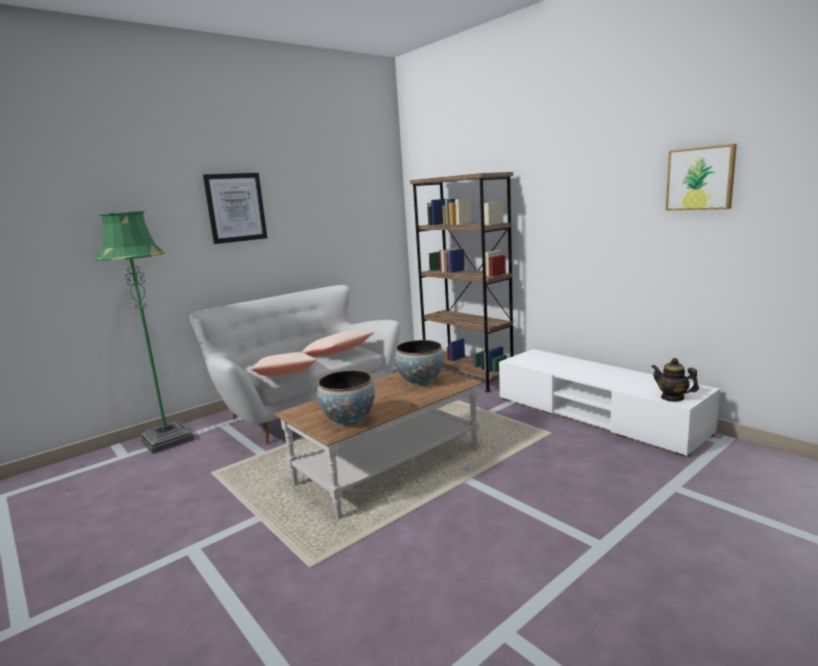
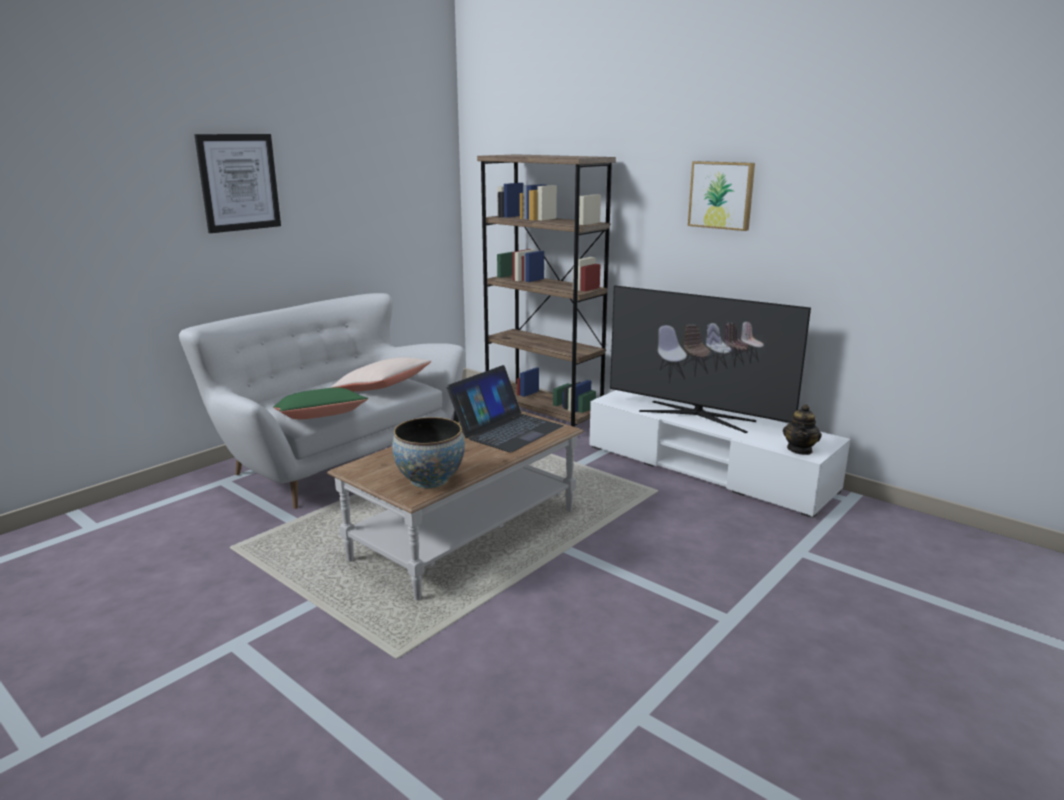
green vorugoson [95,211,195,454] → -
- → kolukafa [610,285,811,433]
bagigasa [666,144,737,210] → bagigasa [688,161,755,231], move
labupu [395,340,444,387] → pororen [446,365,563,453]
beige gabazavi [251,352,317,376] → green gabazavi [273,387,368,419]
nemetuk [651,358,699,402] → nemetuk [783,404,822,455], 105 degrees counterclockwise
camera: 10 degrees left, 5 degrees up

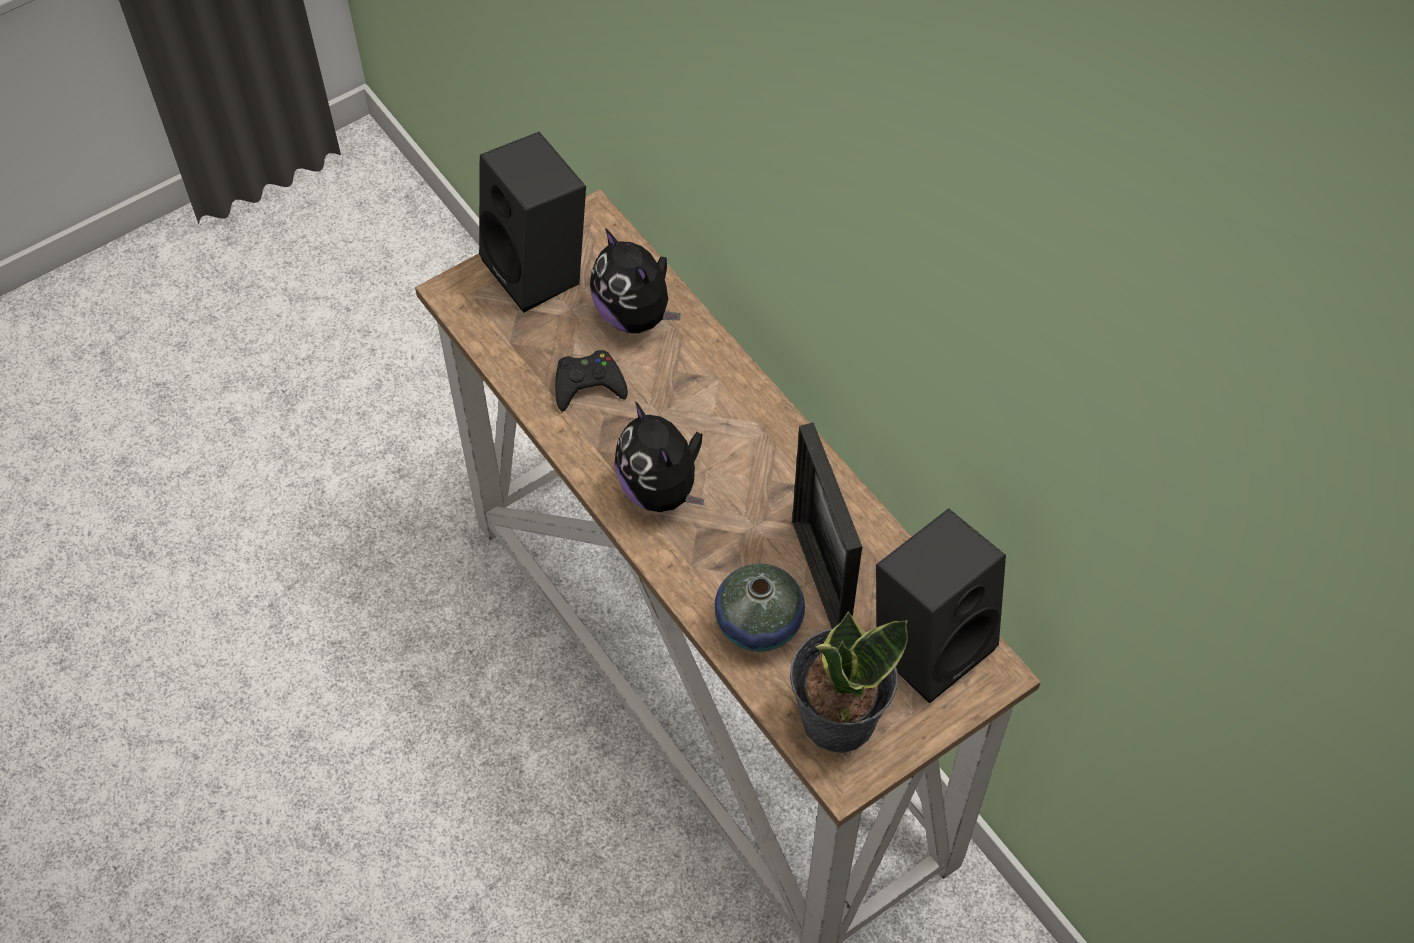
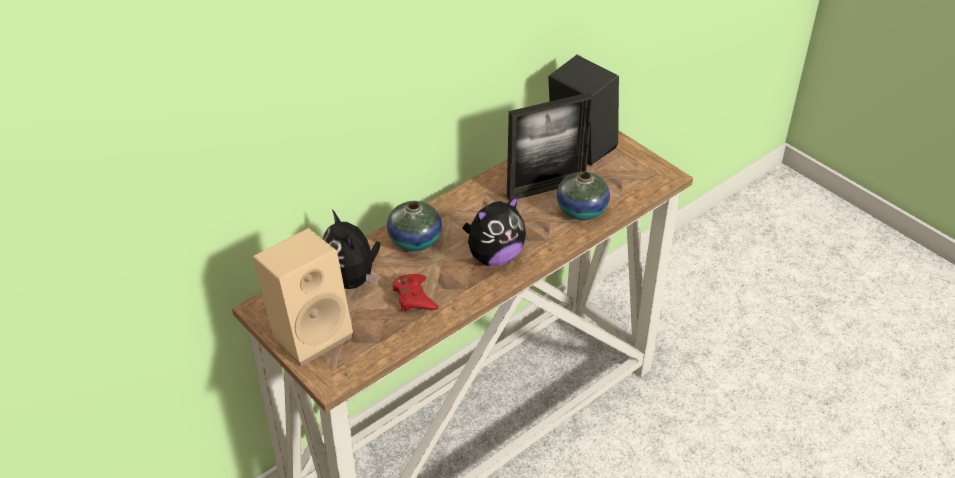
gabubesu [790,612,908,753] → -
- → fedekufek [387,201,442,251]
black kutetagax [479,132,586,313] → beige kutetagax [253,228,353,366]
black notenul [555,350,628,412] → red notenul [393,274,439,311]
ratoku [590,228,681,333] → ratoku [322,210,380,289], 105 degrees clockwise
camera: 95 degrees left, 15 degrees down

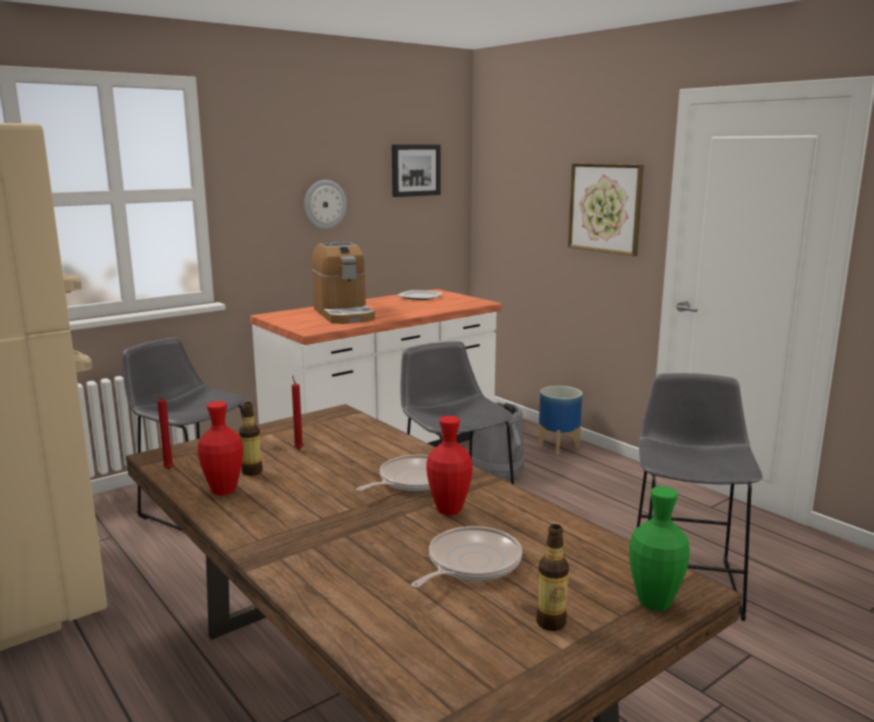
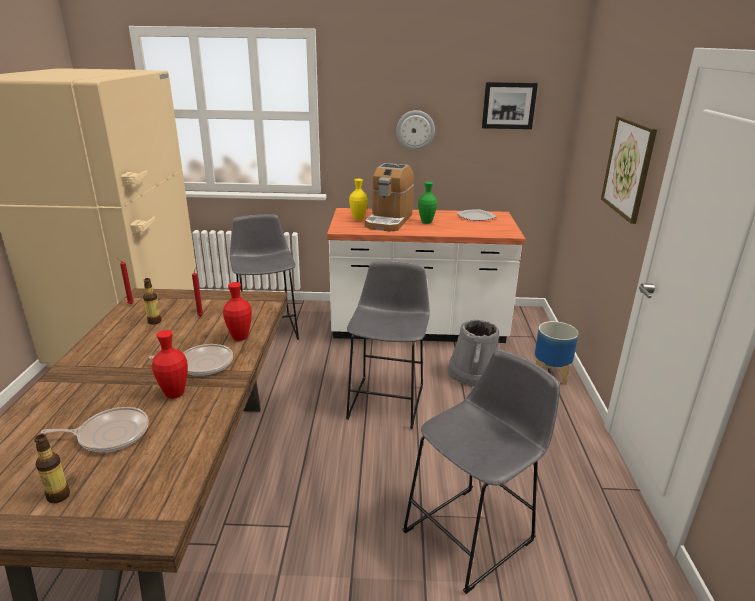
- → yellow fedekufek [349,179,368,220]
red fedekufek [198,401,243,495] → red fedekufek [223,282,252,341], move
green fedekufek [629,486,690,611] → green fedekufek [418,182,437,224], move
camera: 40 degrees right, 10 degrees up

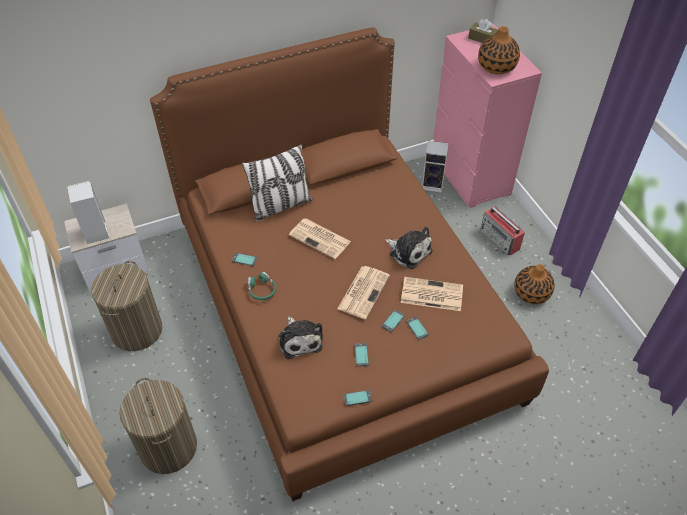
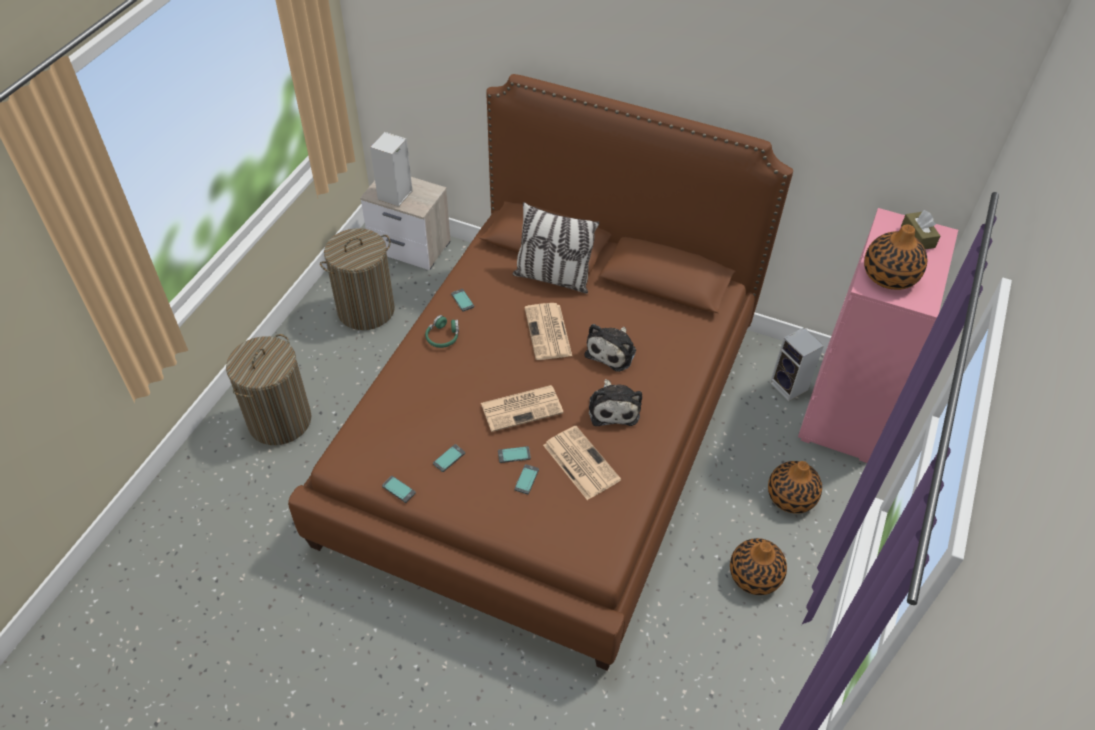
ratoku [279,316,323,359] → ratoku [584,324,636,372], move
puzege [480,207,525,256] → fedekufek [768,461,822,514]
camera: 45 degrees right, 0 degrees up

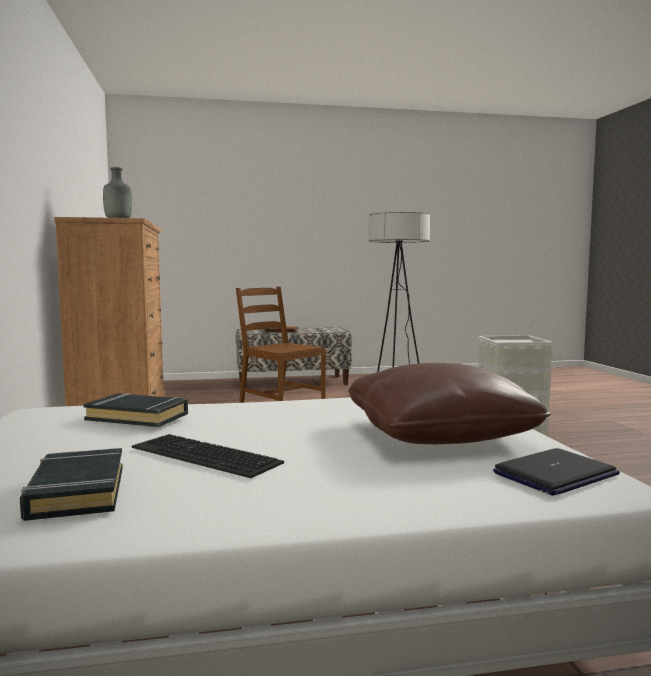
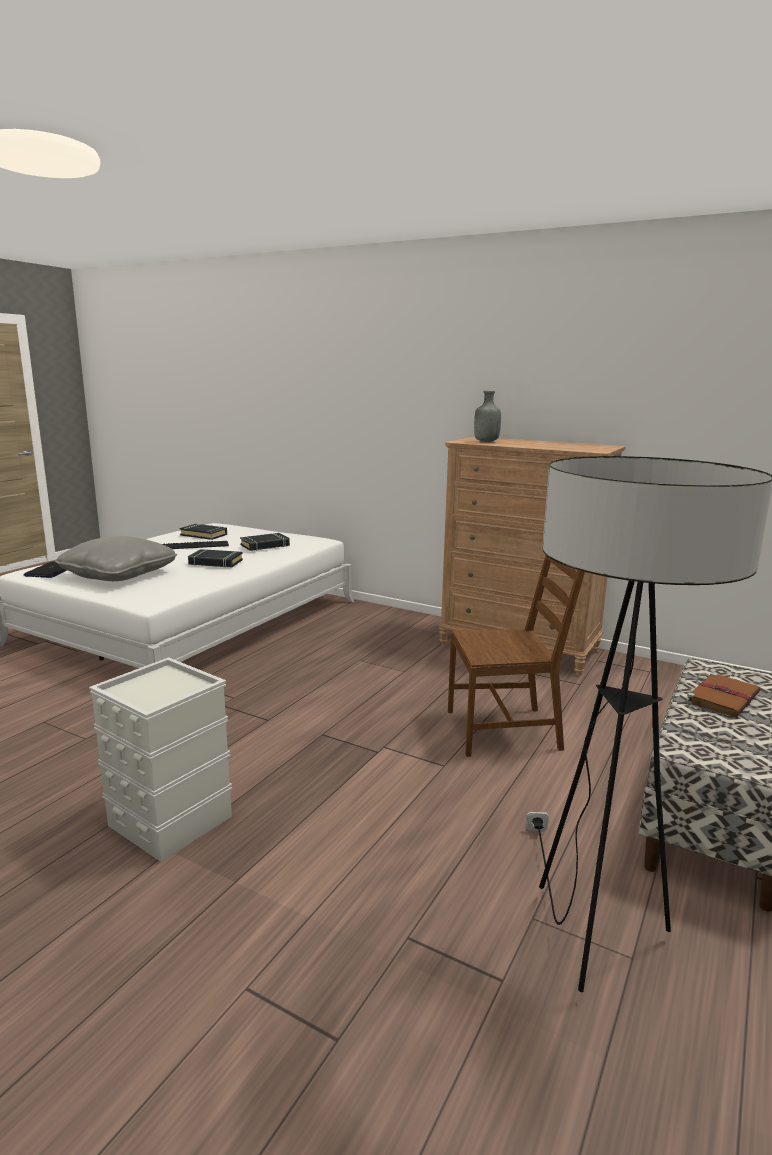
- → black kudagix [188,549,243,568]
brown gabazavi [348,363,551,444] → grey gabazavi [55,536,177,581]
camera: 130 degrees right, 10 degrees up

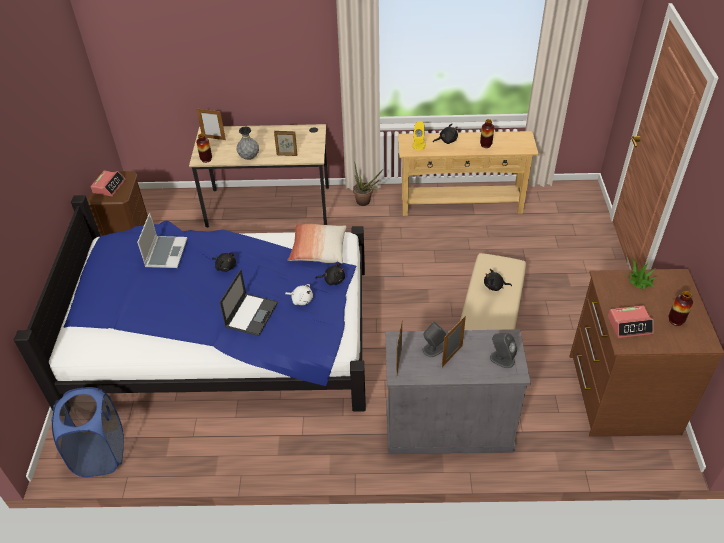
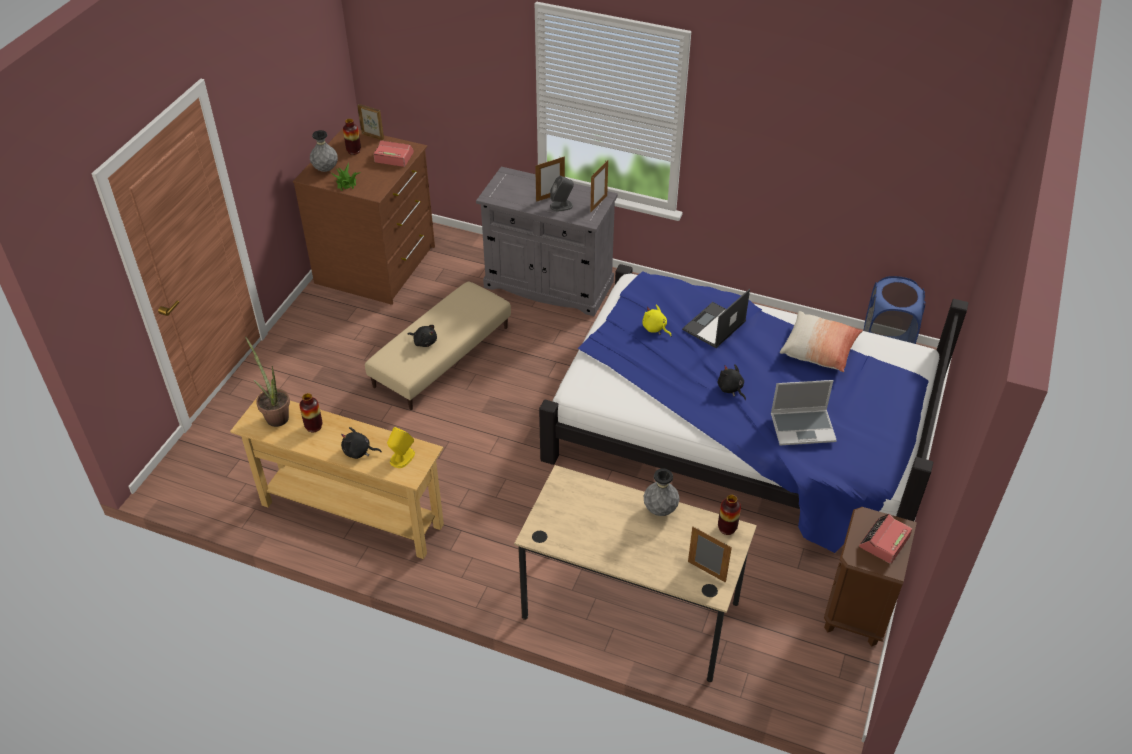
black ratoku [316,263,345,285] → -
grey kutetagax [490,333,517,368] → -
- → grey fedekufek [310,130,338,172]
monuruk [274,131,297,156] → monuruk [357,104,384,140], move
gabazavi [288,224,346,264] → gabazavi [780,311,863,372], move
gabubesu [353,161,383,206] → gabubesu [245,336,290,427], move
white ratoku [285,284,313,305] → yellow ratoku [642,305,672,337]
pororen [137,213,187,268] → pororen [771,380,837,445], 120 degrees counterclockwise
camera: 160 degrees left, 0 degrees up

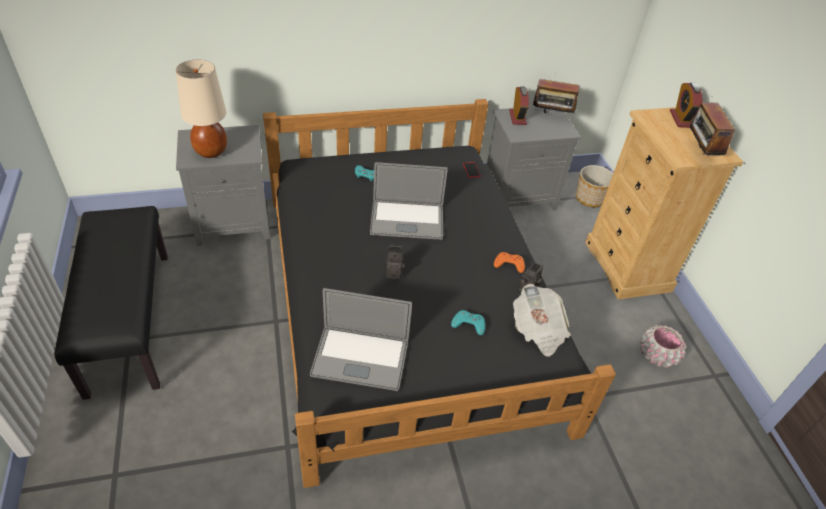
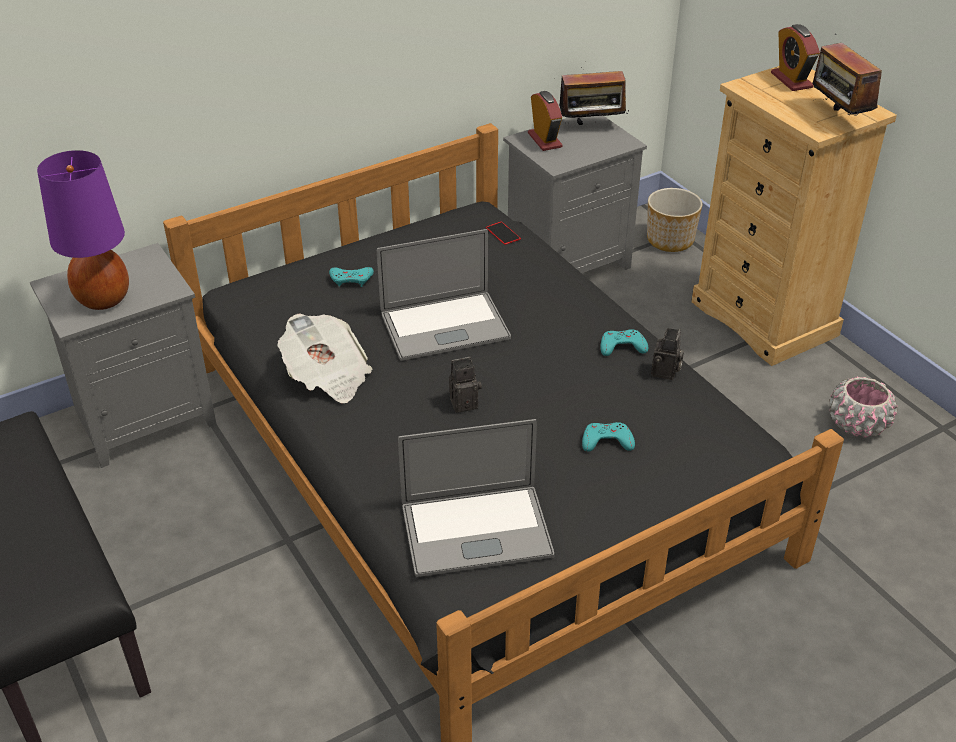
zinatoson [513,284,571,357] → zinatoson [278,313,372,403], move
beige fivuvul [176,59,227,158] → purple fivuvul [37,150,129,310]
orange notenul [494,252,525,273] → turquoise notenul [601,329,648,356]
camera: 15 degrees left, 5 degrees down

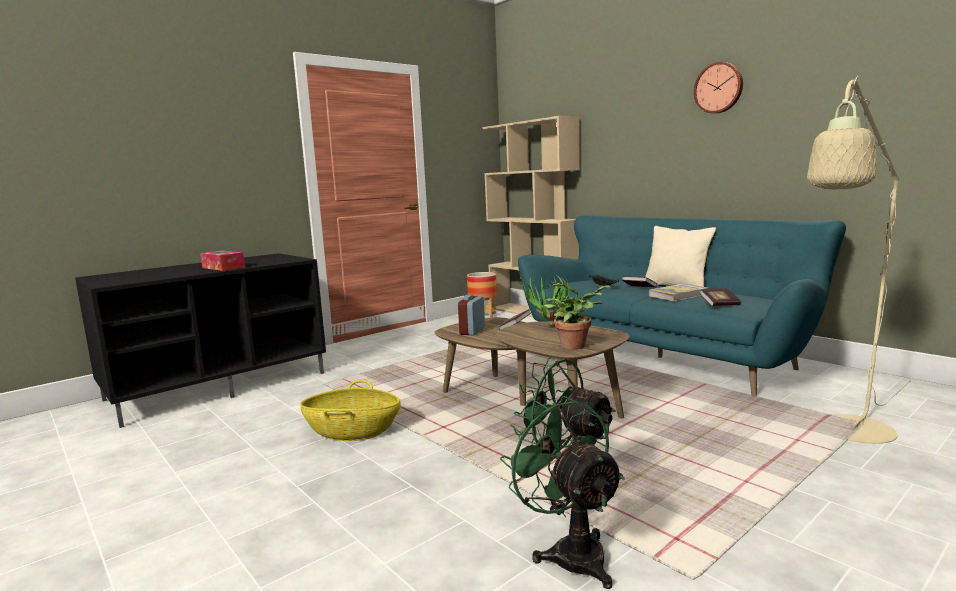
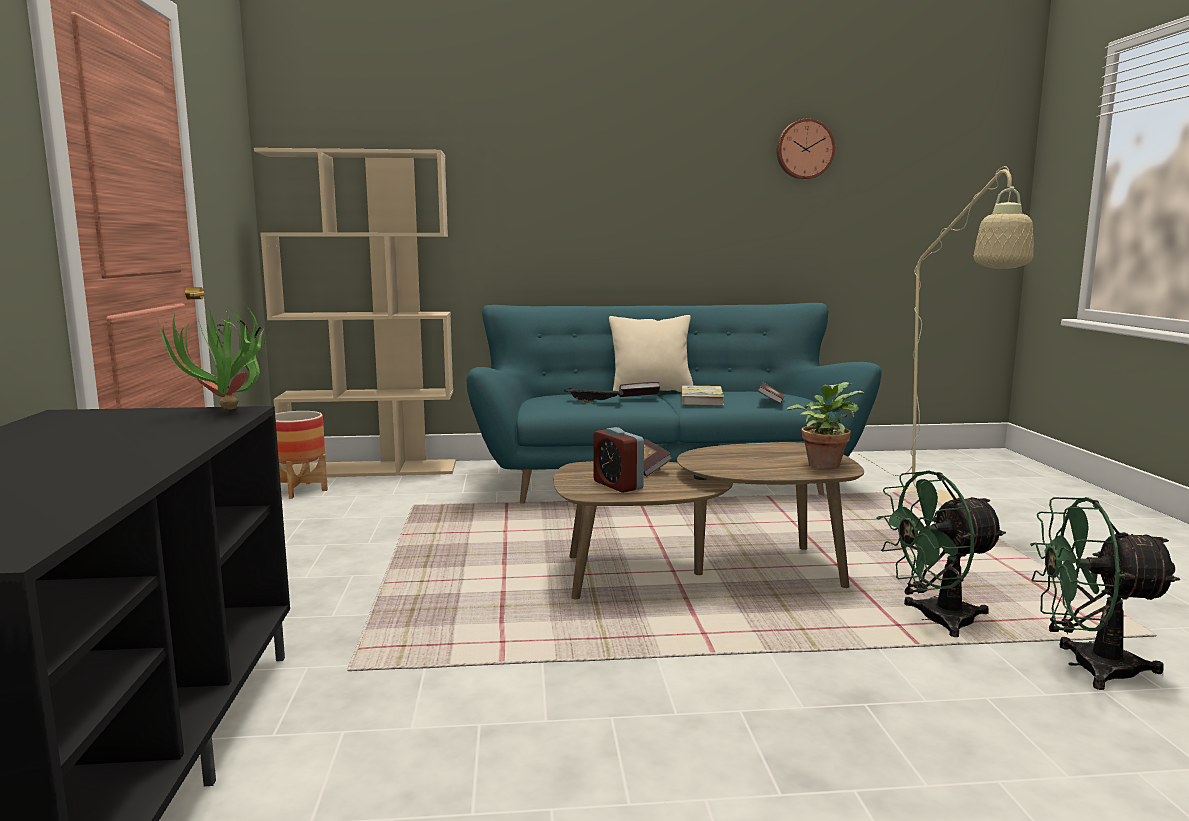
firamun [200,250,245,271] → -
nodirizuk [300,380,401,441] → -
gabubesu [521,274,569,327] → gabubesu [158,300,269,410], move
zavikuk [694,62,743,114] → zavikuk [777,118,835,180], move
camera: 55 degrees left, 0 degrees up

